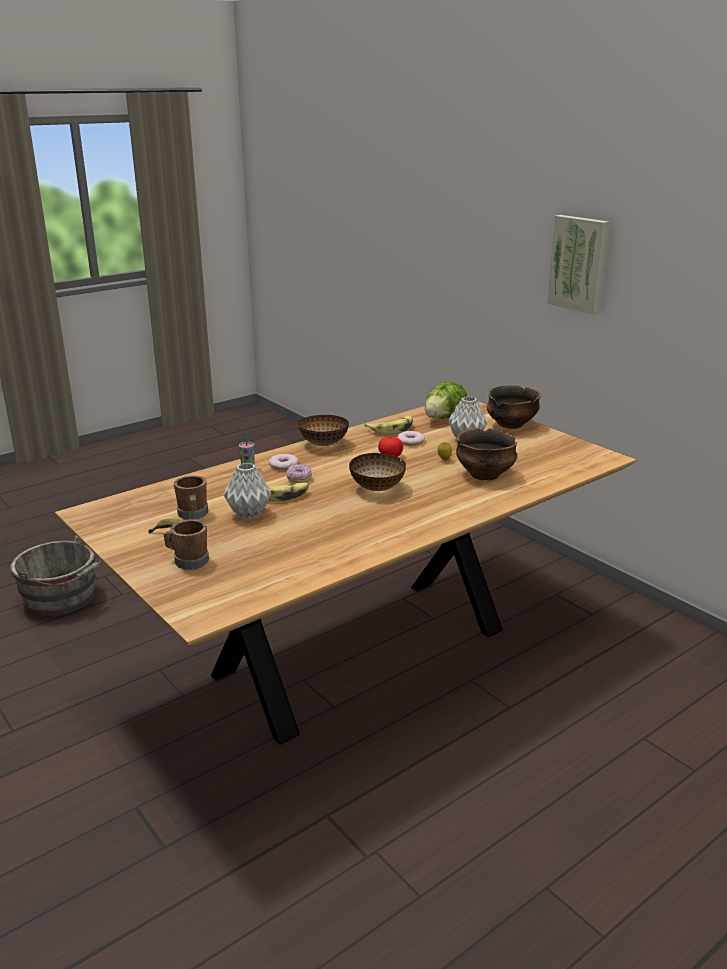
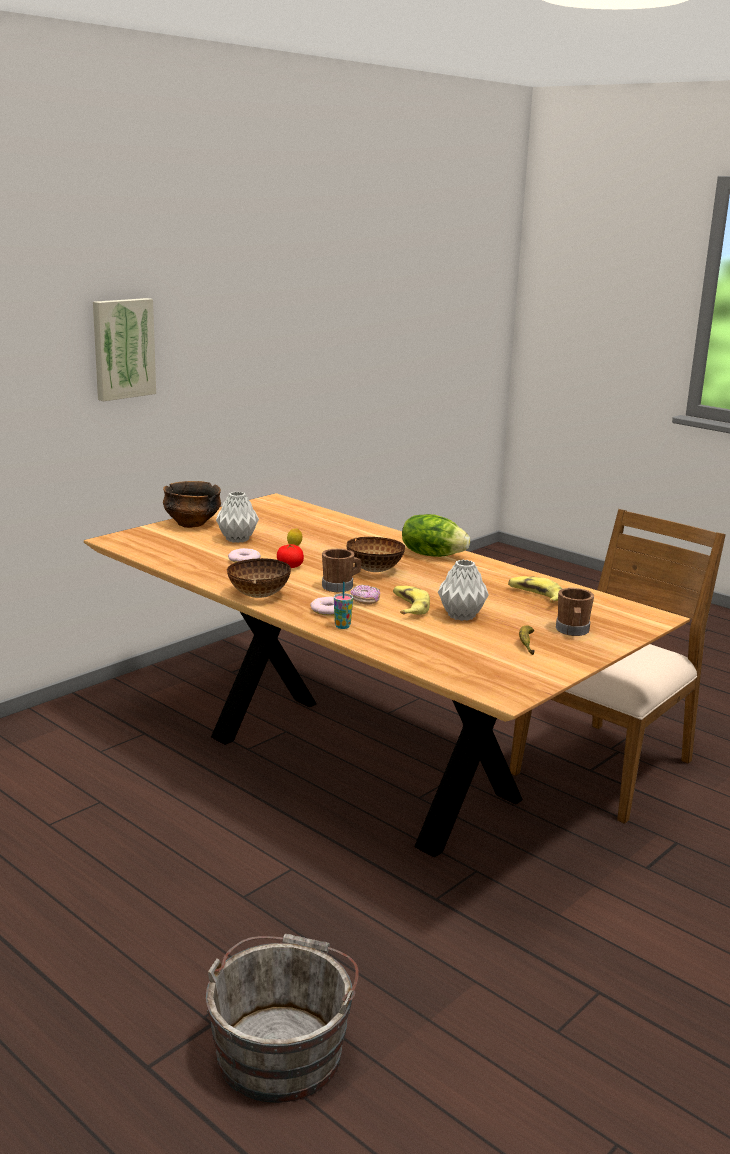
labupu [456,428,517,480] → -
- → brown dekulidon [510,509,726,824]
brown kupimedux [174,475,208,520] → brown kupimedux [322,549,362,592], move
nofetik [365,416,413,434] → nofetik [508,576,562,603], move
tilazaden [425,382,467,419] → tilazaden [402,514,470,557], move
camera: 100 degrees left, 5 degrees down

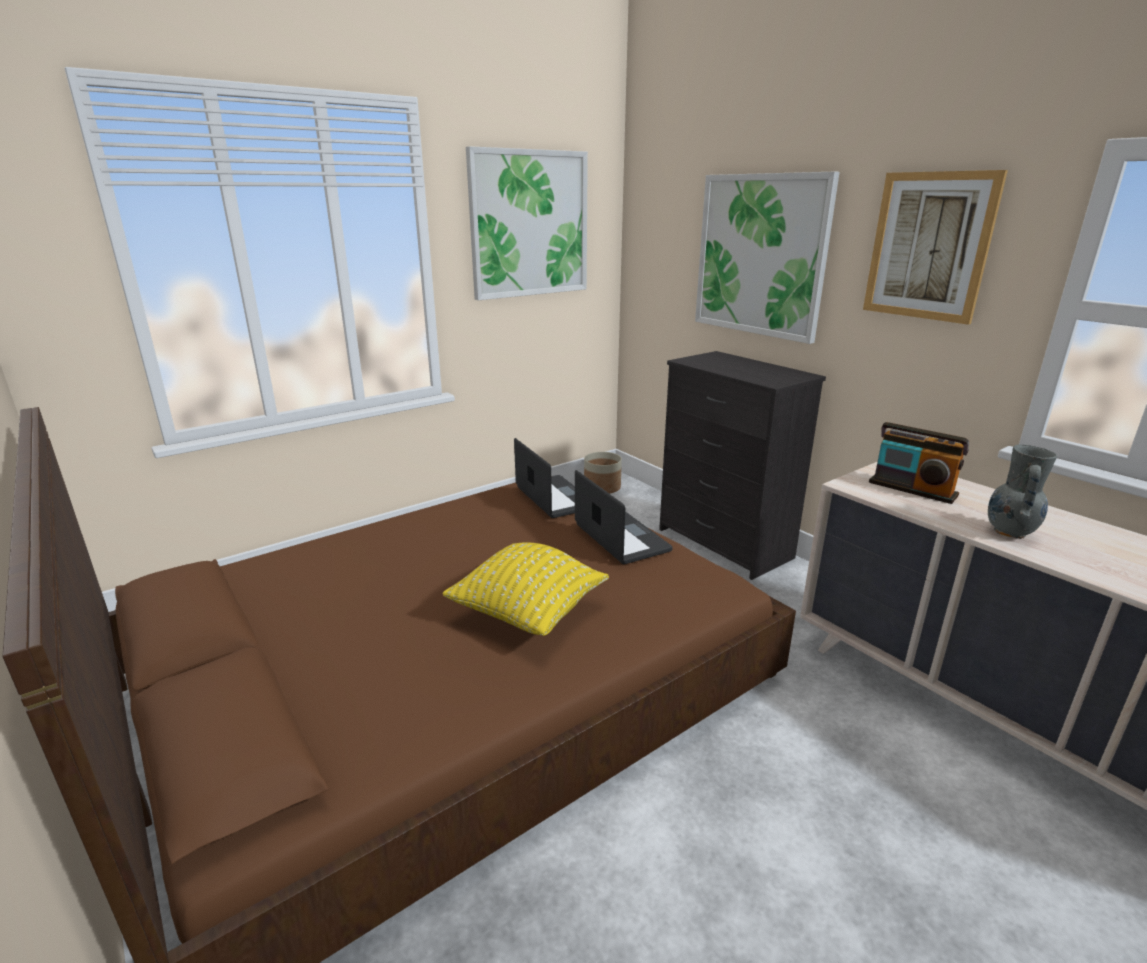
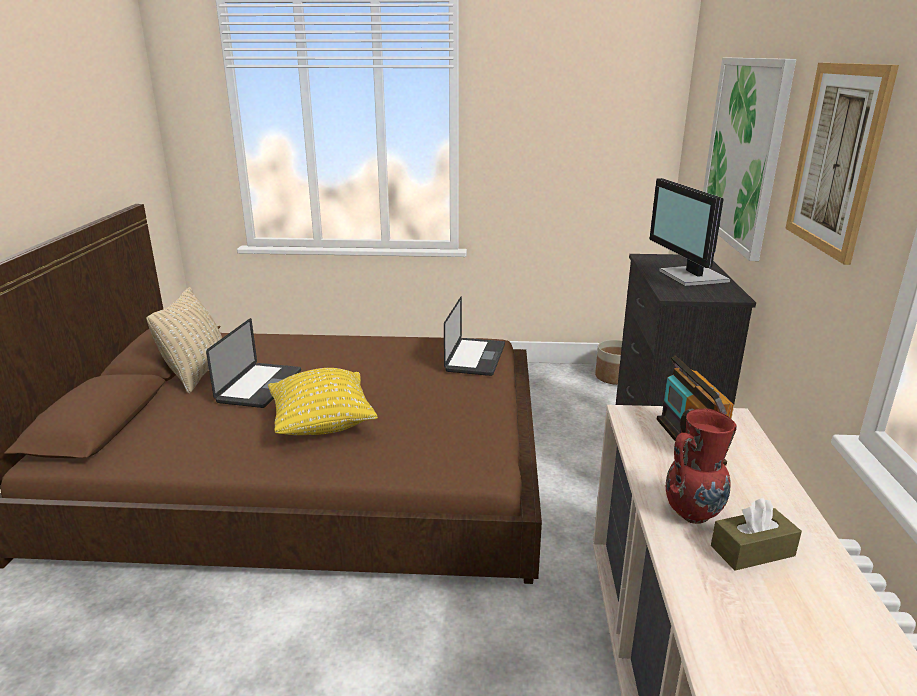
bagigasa [466,146,588,300] → -
- → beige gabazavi [146,287,222,394]
- → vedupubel [649,178,730,286]
- → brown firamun [711,498,802,571]
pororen [575,470,672,564] → pororen [206,318,301,408], move
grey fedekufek [988,444,1057,539] → red fedekufek [666,408,737,524]
camera: 40 degrees right, 0 degrees up

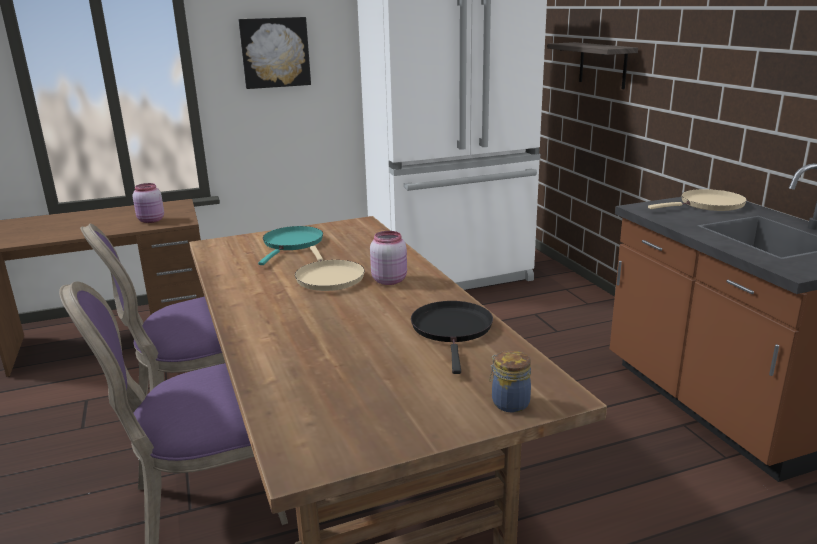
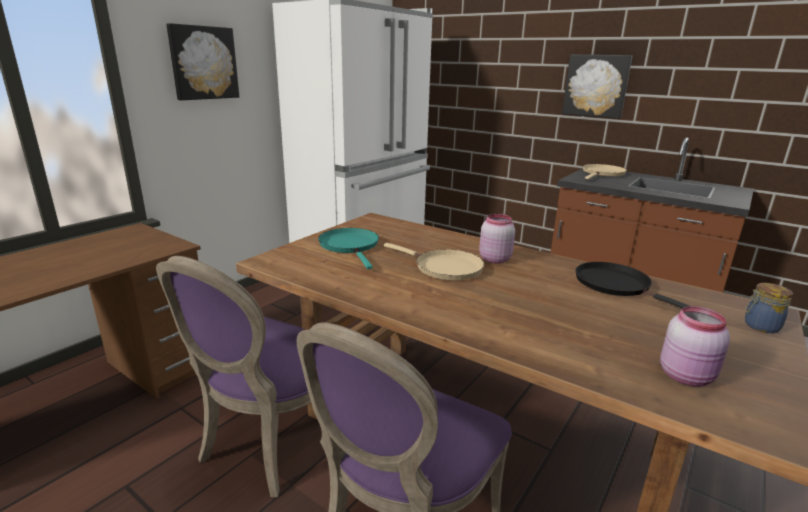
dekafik [547,42,638,89] → -
- → bagigasa [562,54,632,119]
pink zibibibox [133,183,164,223] → pink zibibibox [660,306,730,387], move
camera: 35 degrees left, 0 degrees up

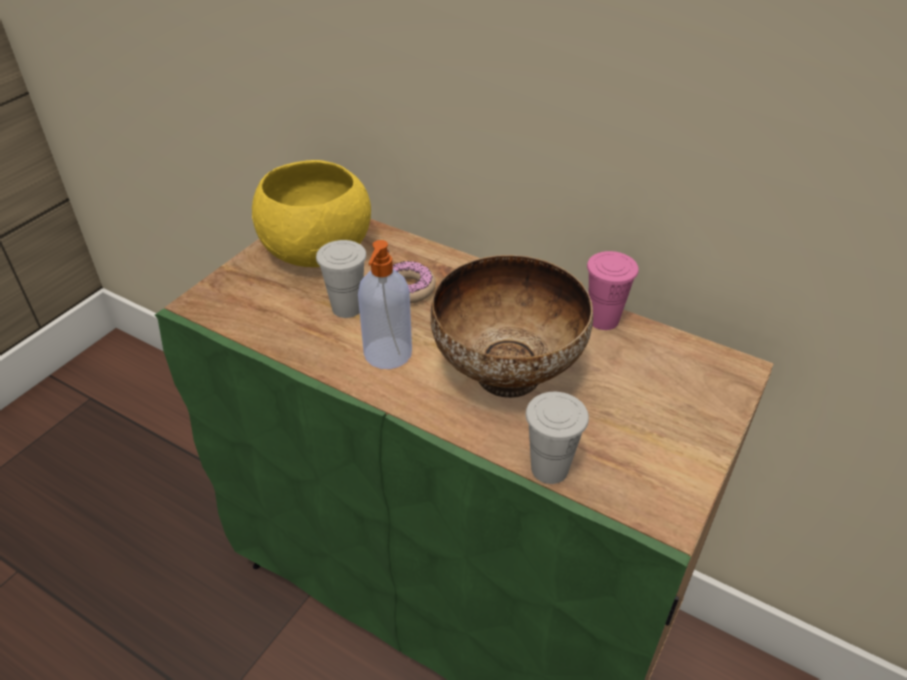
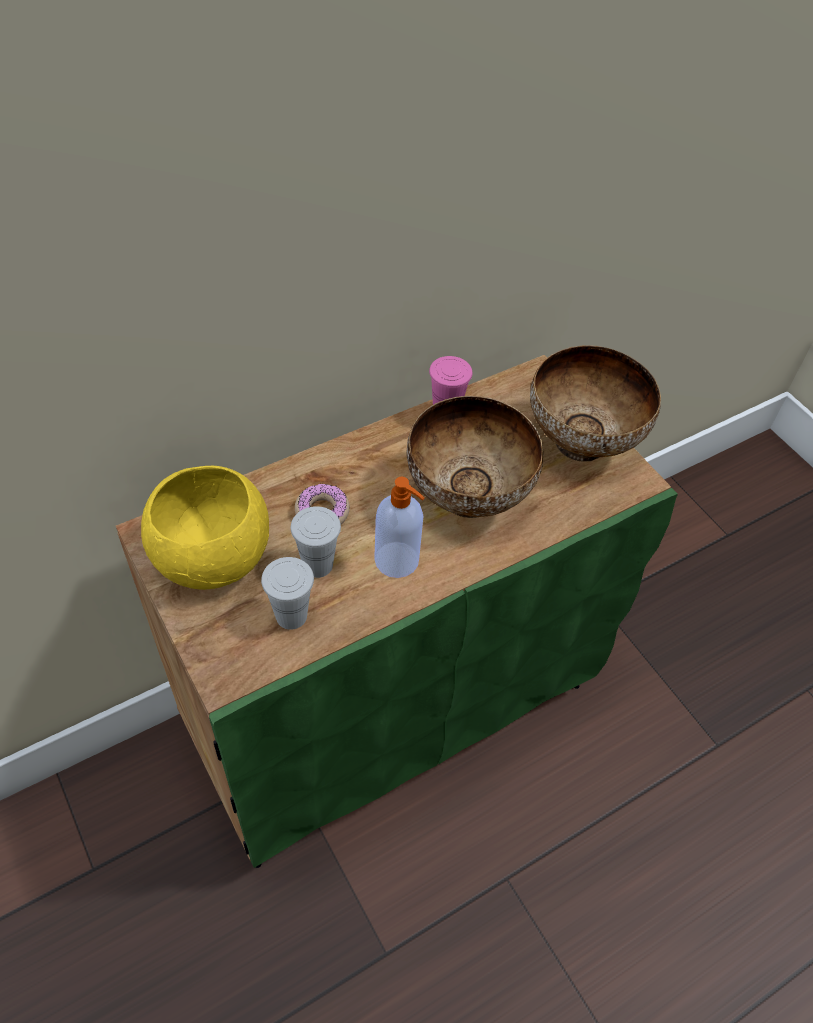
- → labupu [530,345,661,462]
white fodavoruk [526,392,589,484] → white fodavoruk [261,557,314,630], move
camera: 65 degrees left, 10 degrees up

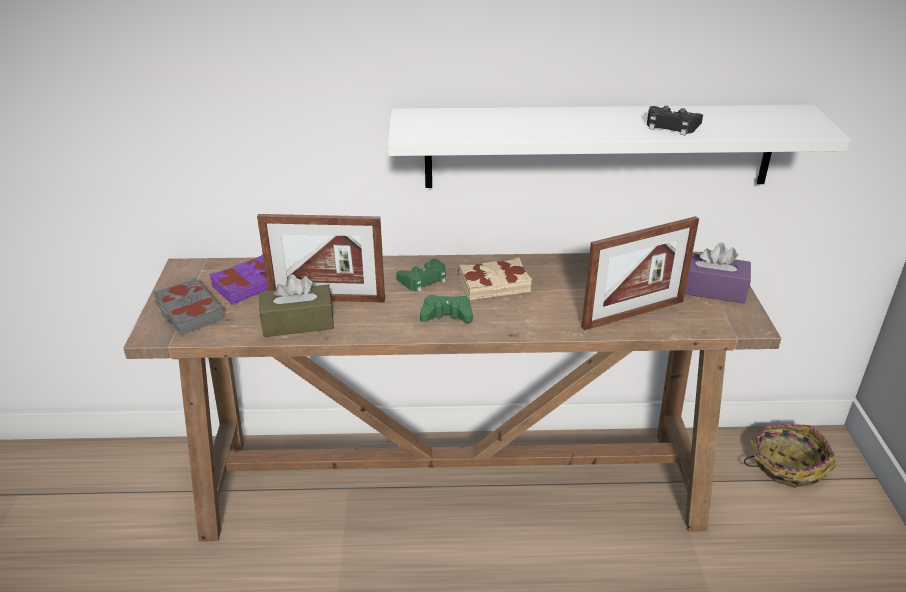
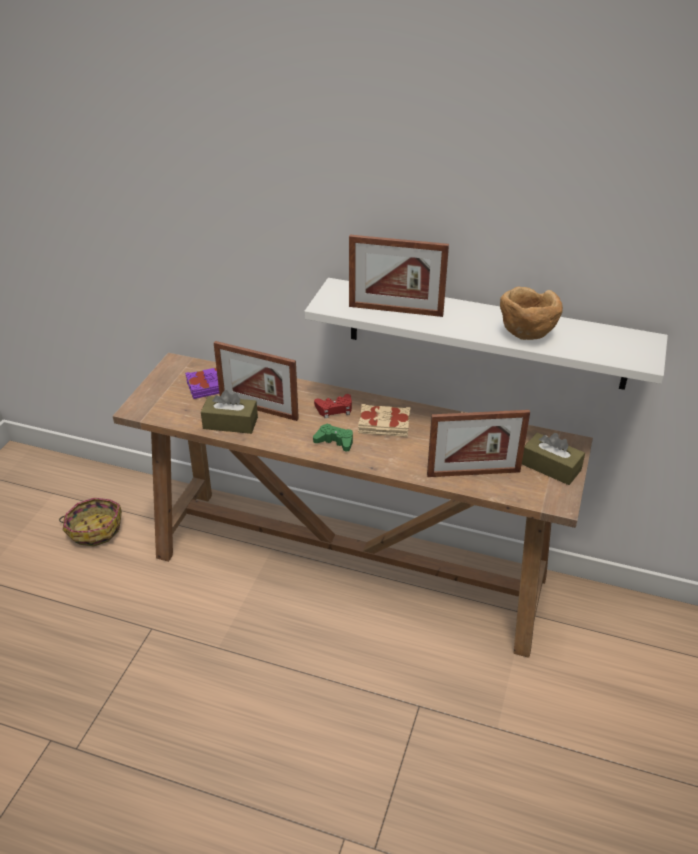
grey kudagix [154,277,224,335] → -
- → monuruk [349,235,449,317]
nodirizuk [744,424,836,488] → nodirizuk [59,498,122,546], move
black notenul [647,106,703,136] → brown labupu [500,287,563,340]
green notenul [396,259,446,292] → red notenul [314,394,352,418]
purple firamun [685,242,751,303] → brown firamun [522,433,585,485]
camera: 20 degrees right, 5 degrees up

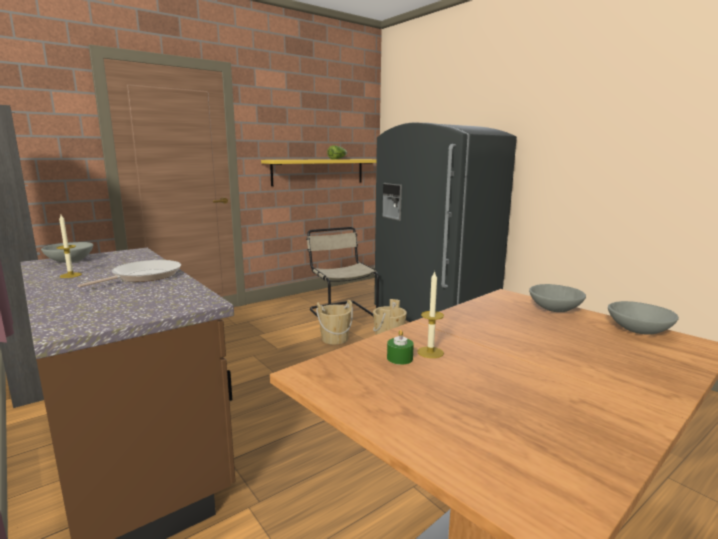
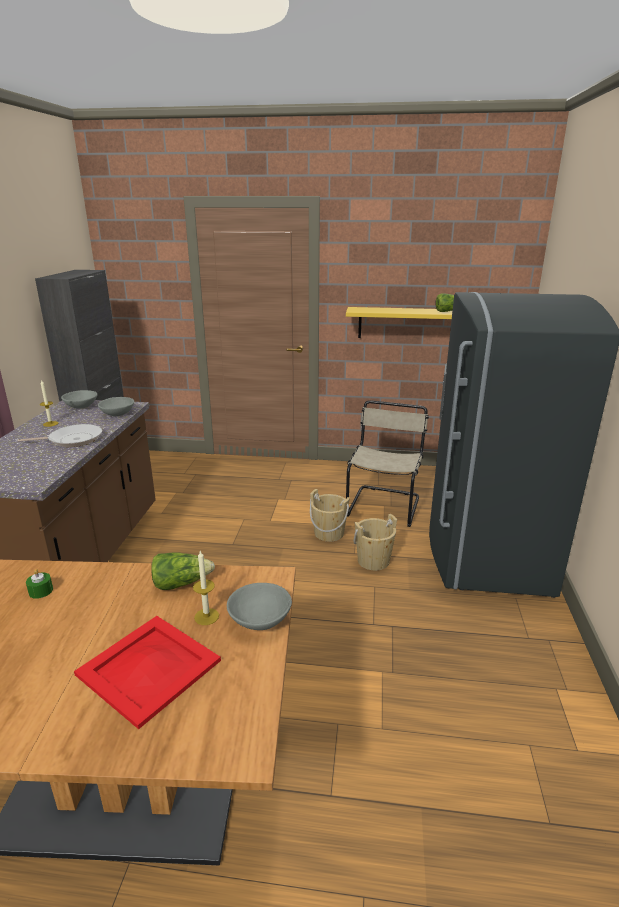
- → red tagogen [74,616,221,729]
- → tilazaden [151,552,215,590]
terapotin [417,271,444,358] → terapotin [193,551,219,625], move
grey labupu [608,301,679,335] → grey labupu [98,397,134,416], move
camera: 45 degrees right, 10 degrees up

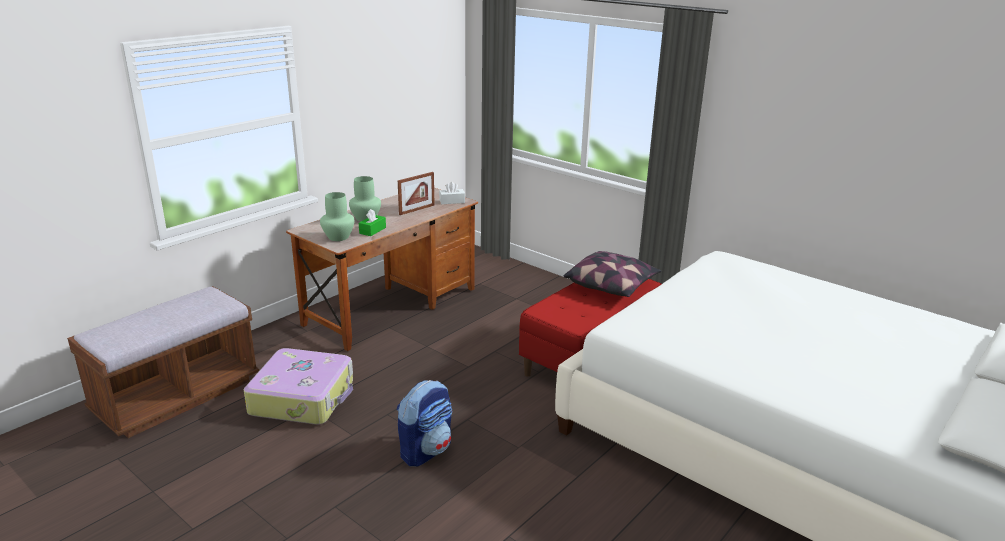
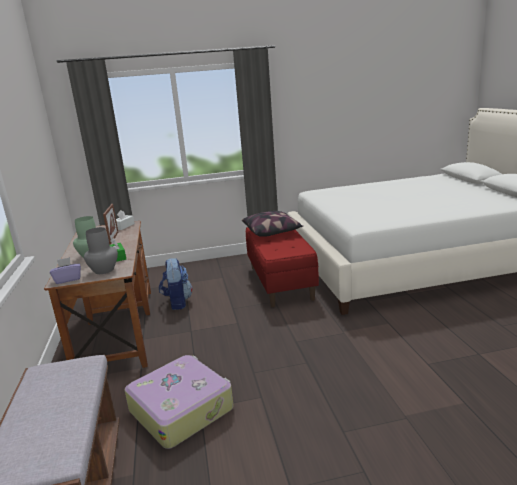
- → purple firamun [50,257,81,284]
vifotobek [397,380,452,466] → vifotobek [159,258,193,310], move
green fedekufek [320,192,354,241] → grey fedekufek [84,227,118,274]
camera: 50 degrees left, 5 degrees down

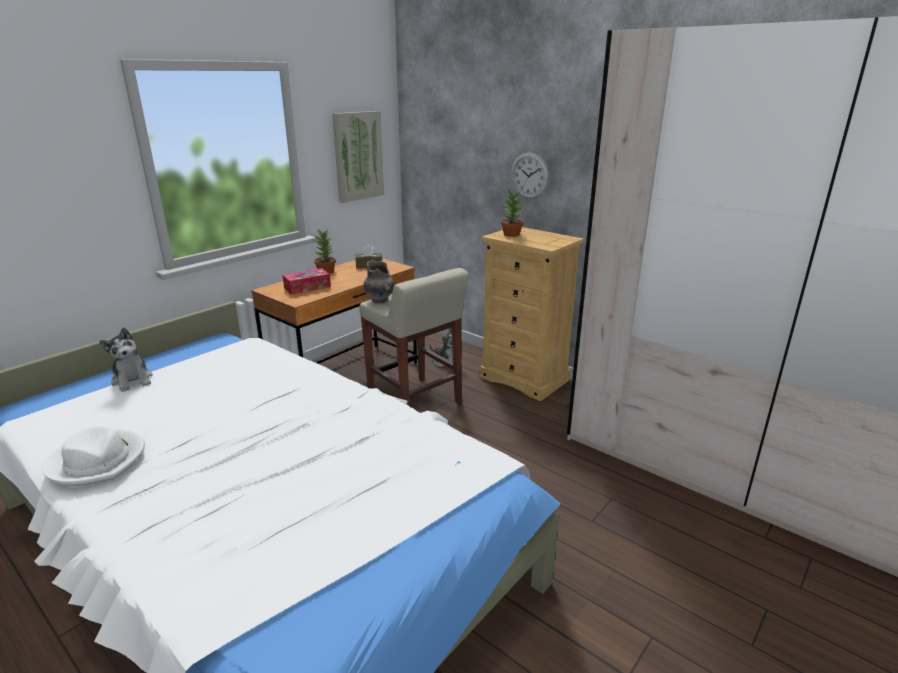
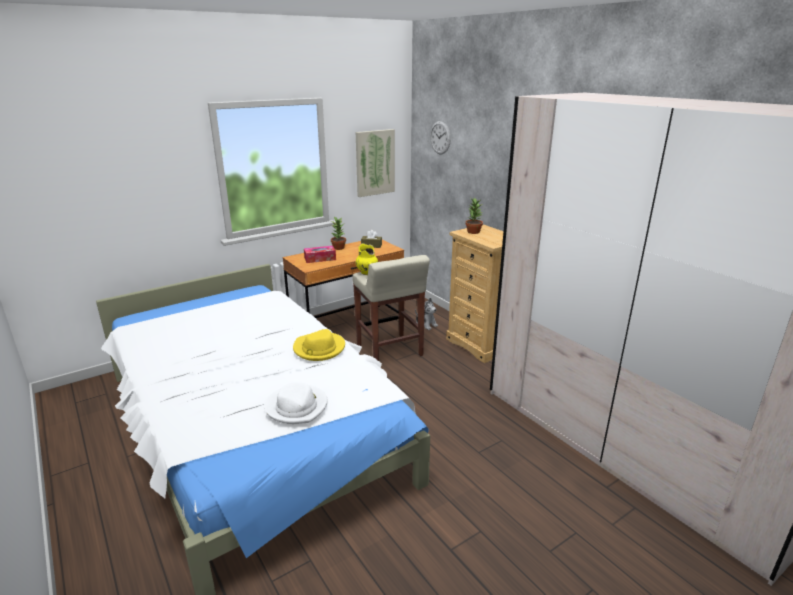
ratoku [99,327,152,392] → -
- → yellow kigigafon [293,329,345,361]
white kigigafon [42,426,145,486] → white kigigafon [264,382,328,424], move
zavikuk [511,153,549,199] → zavikuk [430,121,451,154], move
grey fedekufek [363,260,394,303] → yellow fedekufek [356,243,378,275]
camera: 15 degrees right, 0 degrees up

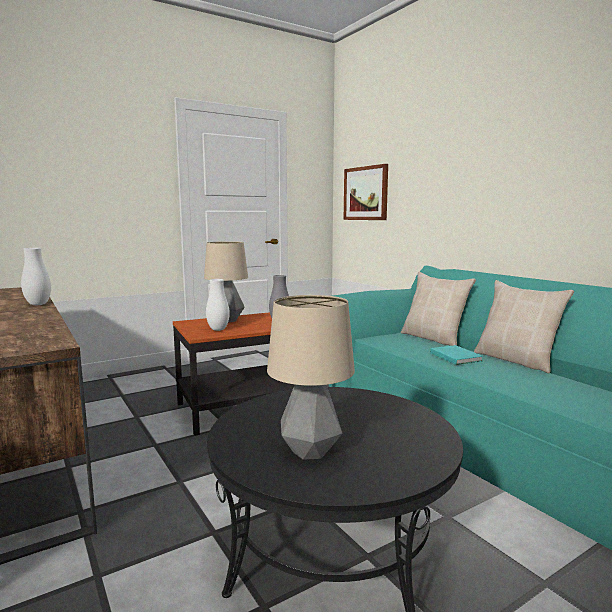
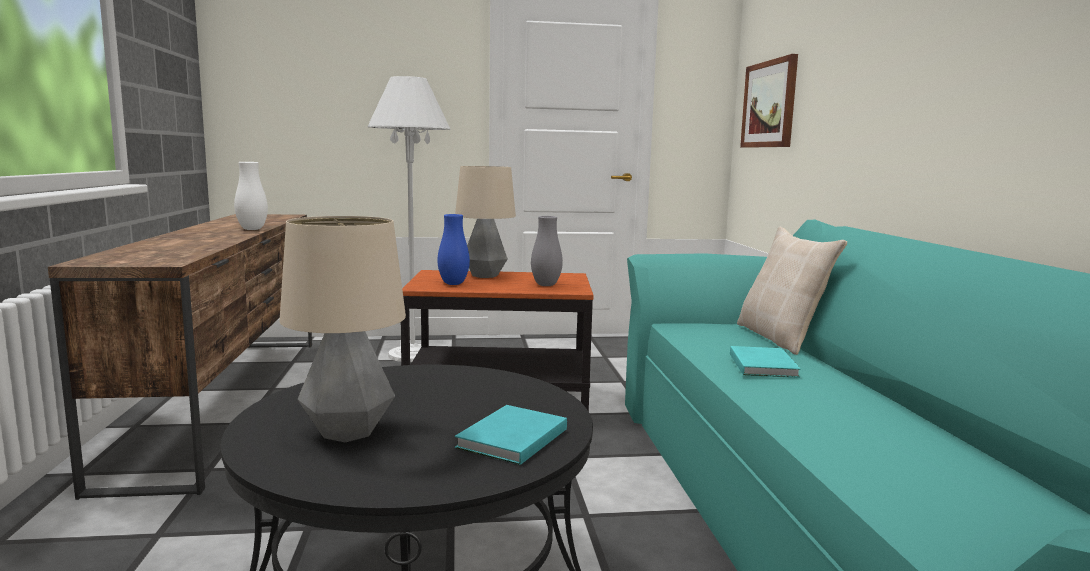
beige gabazavi [474,280,574,373] → -
- → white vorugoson [367,76,450,362]
- → turquoise kudagix [455,405,567,465]
white fedekufek [206,279,230,331] → blue fedekufek [437,214,470,285]
camera: 25 degrees right, 0 degrees up

